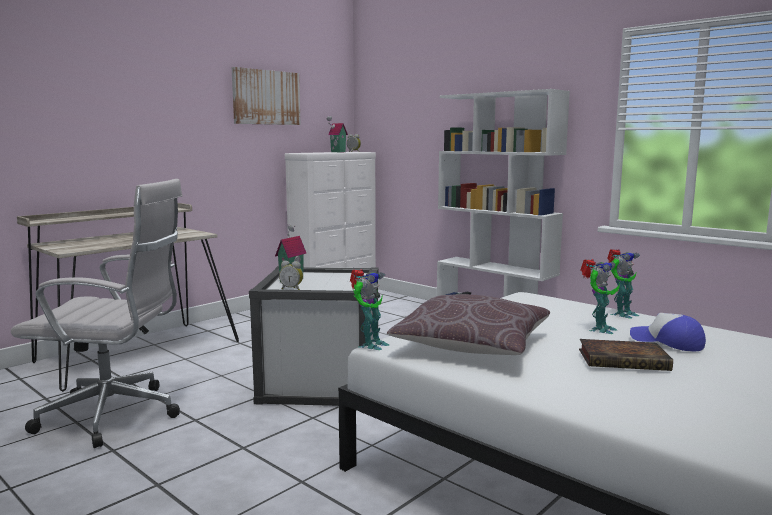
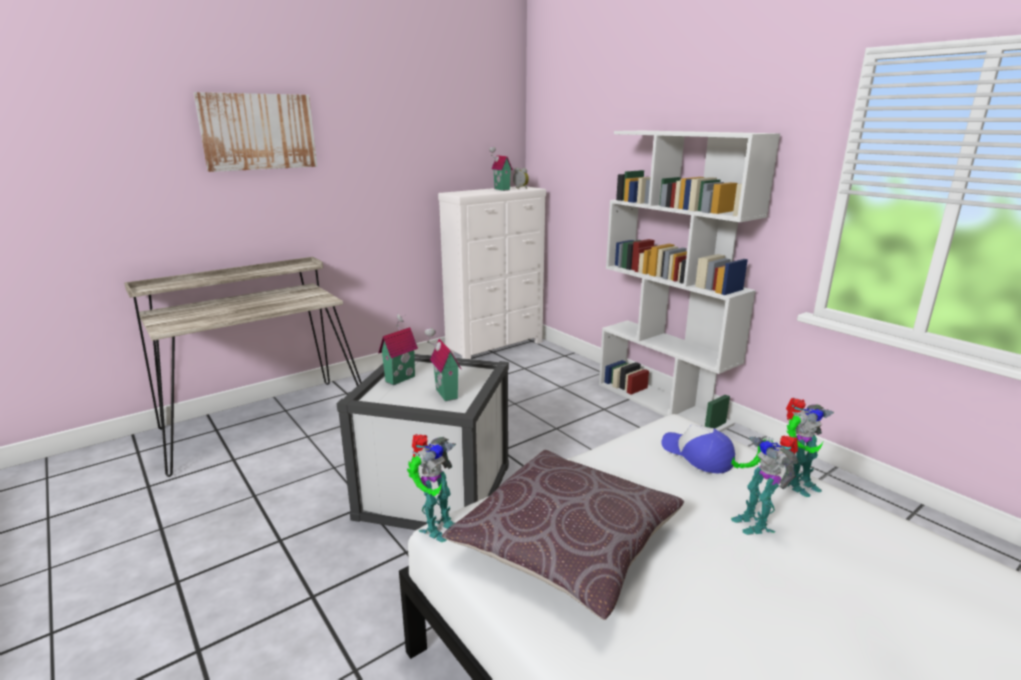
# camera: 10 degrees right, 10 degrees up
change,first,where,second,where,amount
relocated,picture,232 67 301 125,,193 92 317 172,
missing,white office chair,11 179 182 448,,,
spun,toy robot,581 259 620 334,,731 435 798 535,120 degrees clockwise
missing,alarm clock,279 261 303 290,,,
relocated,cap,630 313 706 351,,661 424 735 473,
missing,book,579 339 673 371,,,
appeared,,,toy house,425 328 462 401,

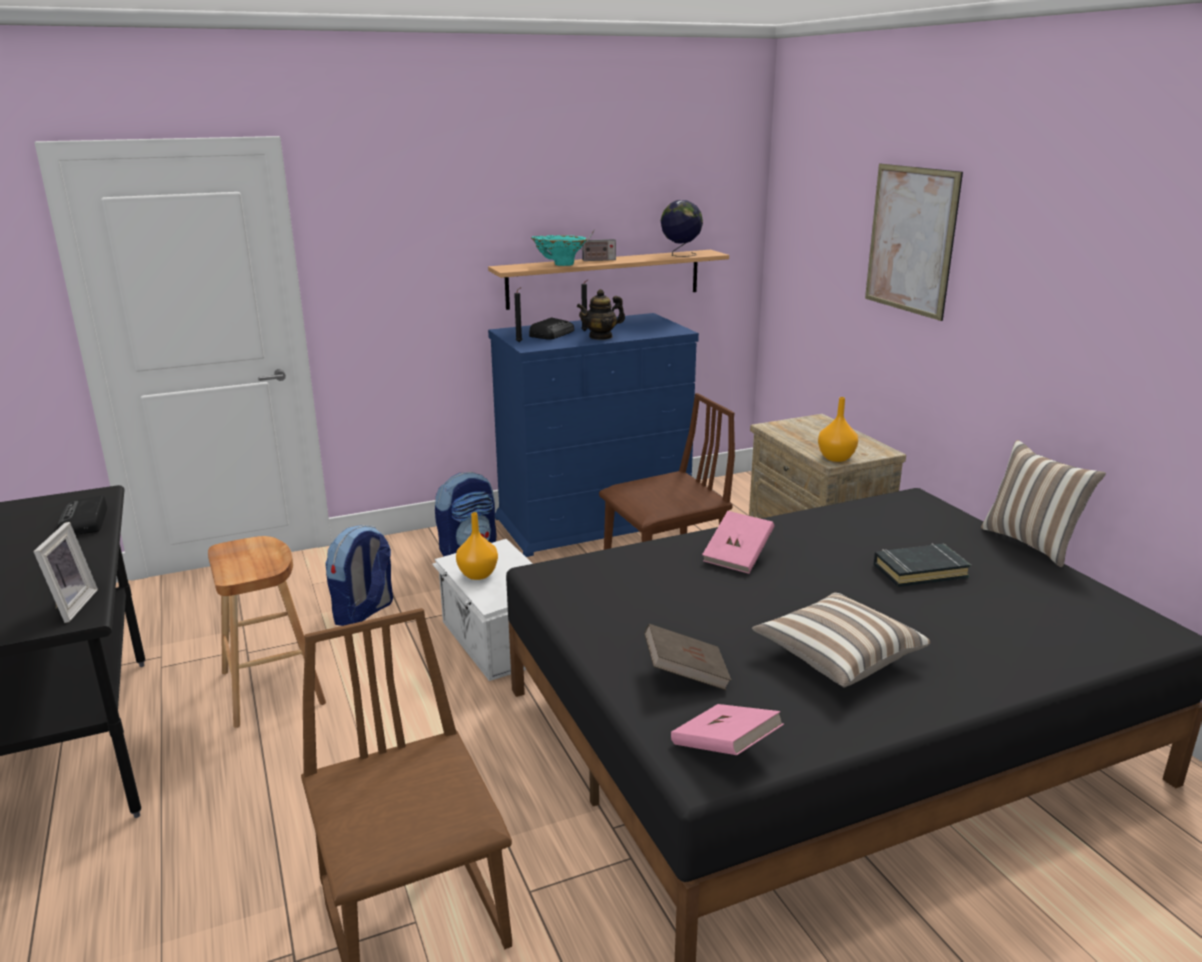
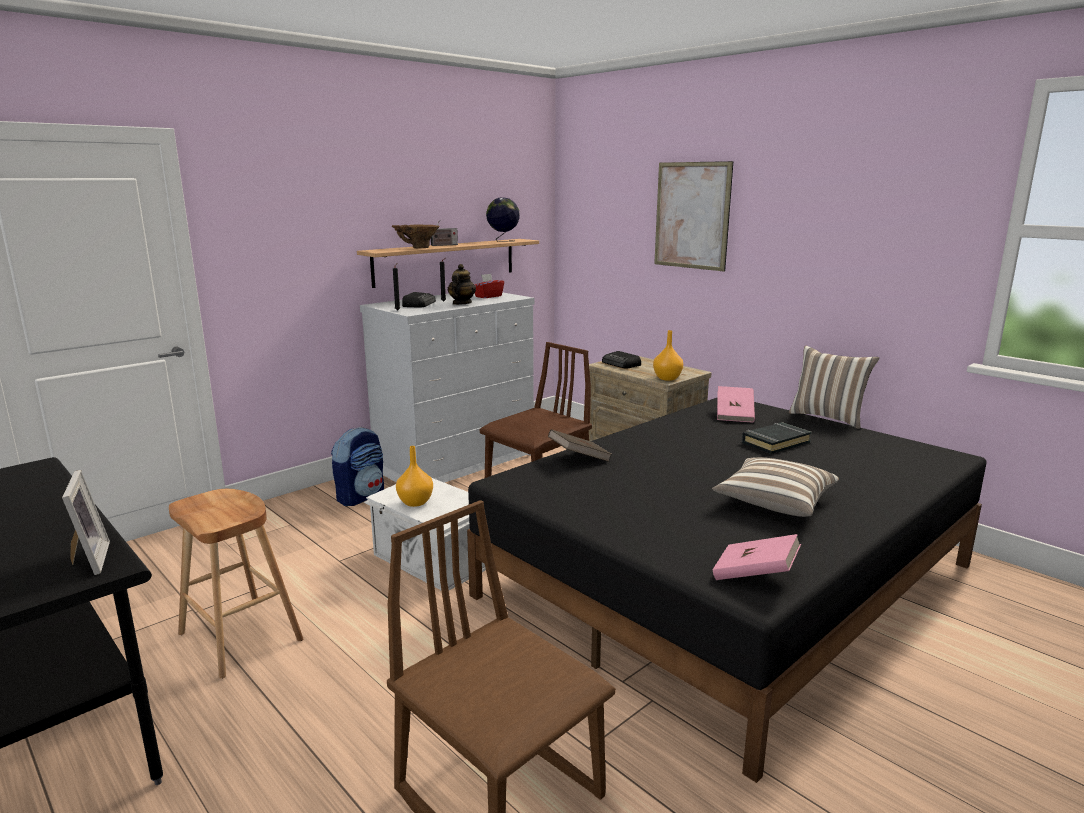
# camera: 20 degrees left, 5 degrees down
change,first,where,second,where,amount
colour,turquoise vase,531 235 587 266,brown vase,392 225 440 248,
spun,teapot,577 289 625 340,,447 264 476 305,150 degrees clockwise
colour,blue dresser,488 313 699 557,white dresser,360 292 535 483,
relocated,radio,57 495 107 535,,602 351 641 368,
relocated,pink book,702 511 775 574,,717 386 755 423,
missing,backpack,325 525 393 626,,,
relocated,brown book,644 624 731 690,,548 429 612 462,
appeared,,,red tissue box,475 274 504 298,

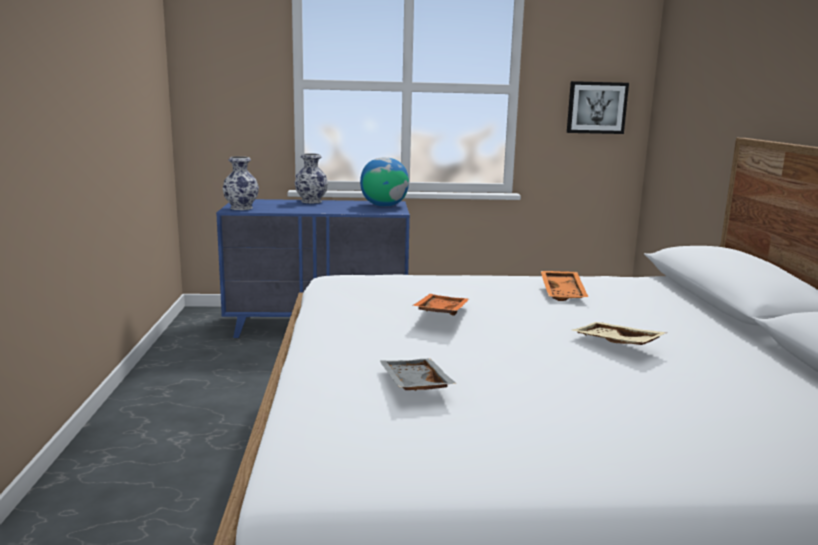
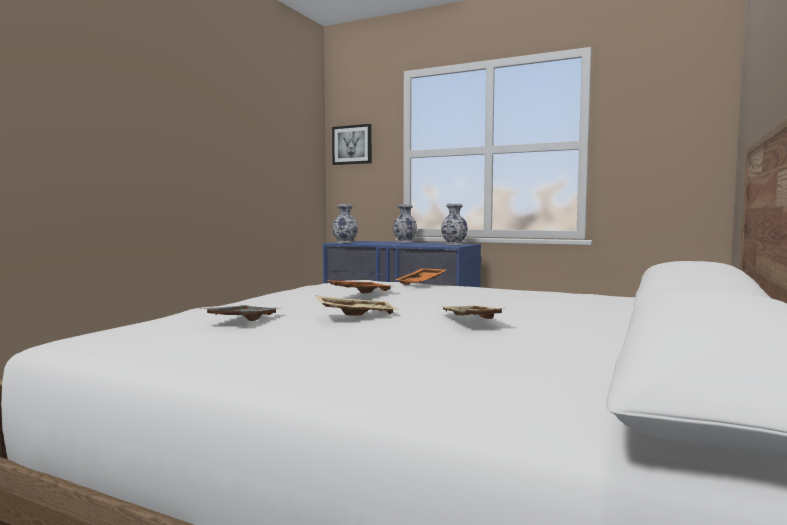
# camera: 30 degrees right, 10 degrees down
change,first,where,second,where,amount
relocated,picture,567 81 629 134,,332 124 372 165,
exchanged,globe,360 157 409 207,vase,441 204 468 245,
relocated,orange tray,541 271 588 301,,396 268 446 285,
appeared,,,beige tray,316 296 399 316,

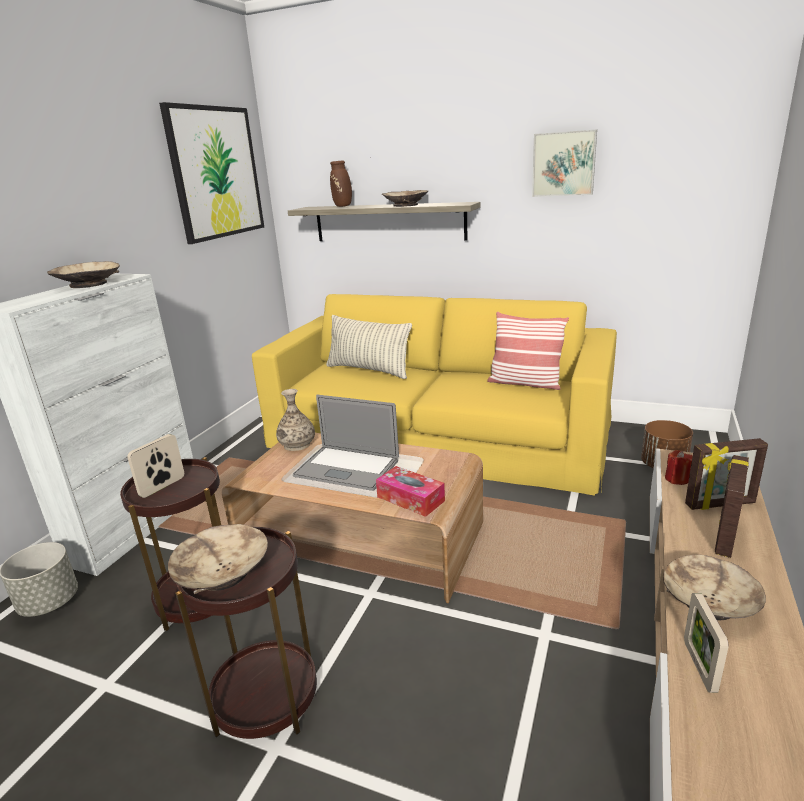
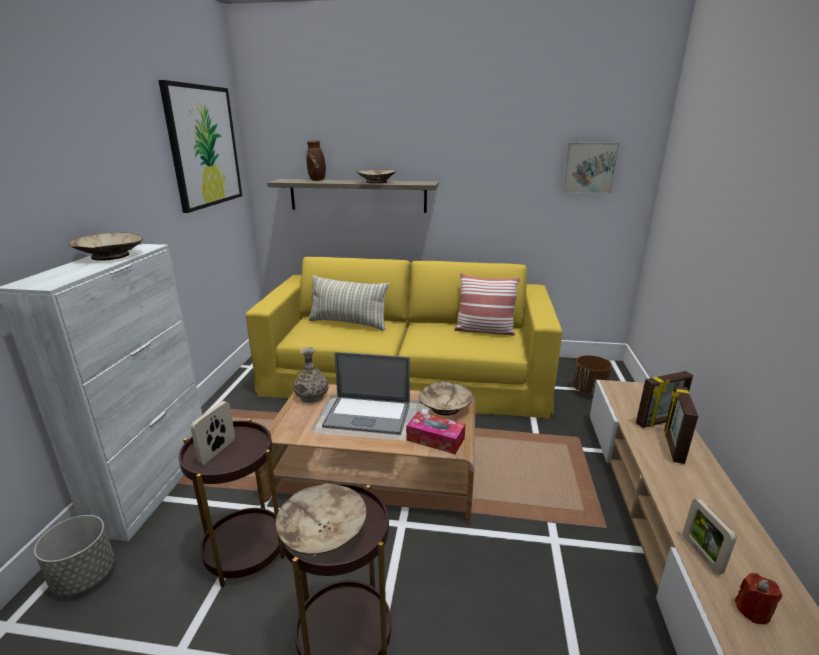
# camera: 15 degrees left, 0 degrees up
change,first,where,second,where,amount
relocated,picture,532 130 597 197,,562 143 620 194,
relocated,red candle,665 450 693 485,,735 573 782 624,
relocated,beige bowl,663 555 766 620,,419 381 473 416,

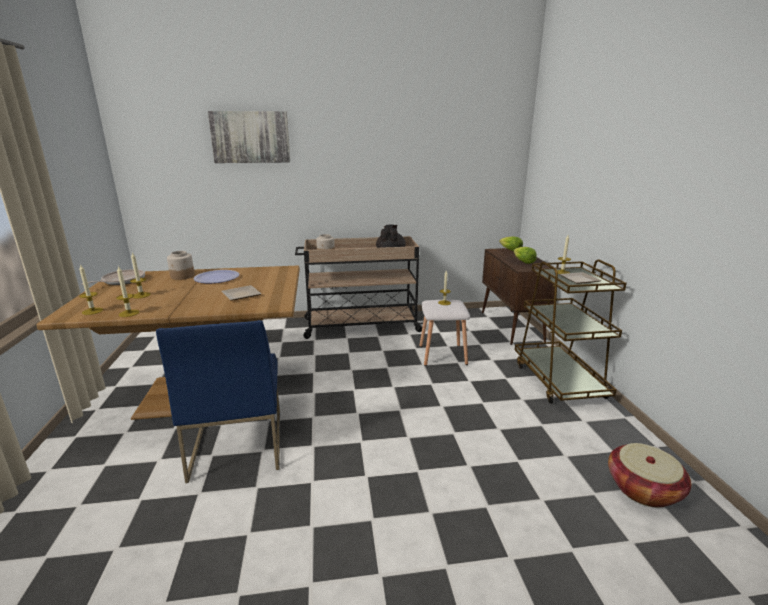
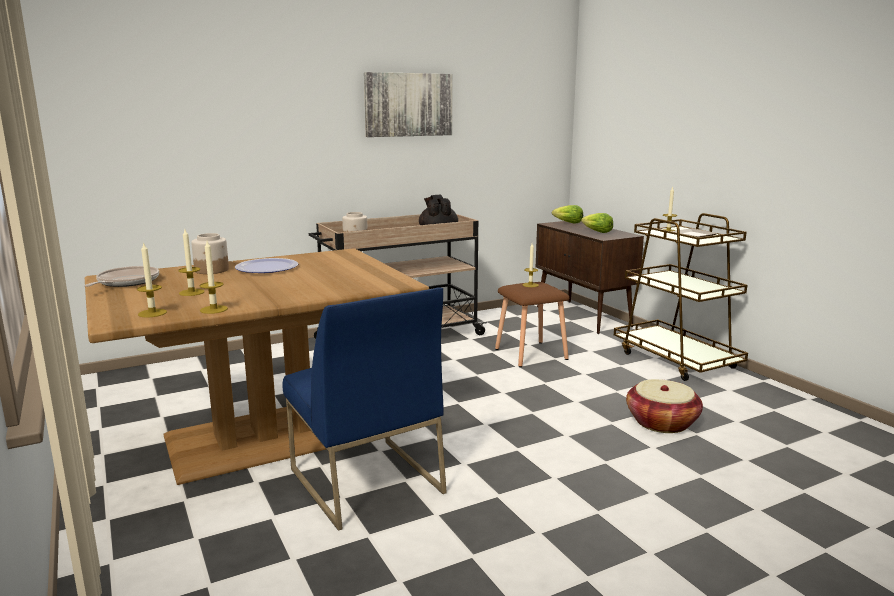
# camera: 20 degrees left, 5 degrees down
change,first,where,second,where,amount
relocated,picture,208 111 290 163,,364 72 452 137,
missing,plate,222 285 261 300,,,
colour,white stool,419 300 470 366,brown stool,495 282 569 367,
relocated,basket,608 443 691 507,,626 379 703 433,

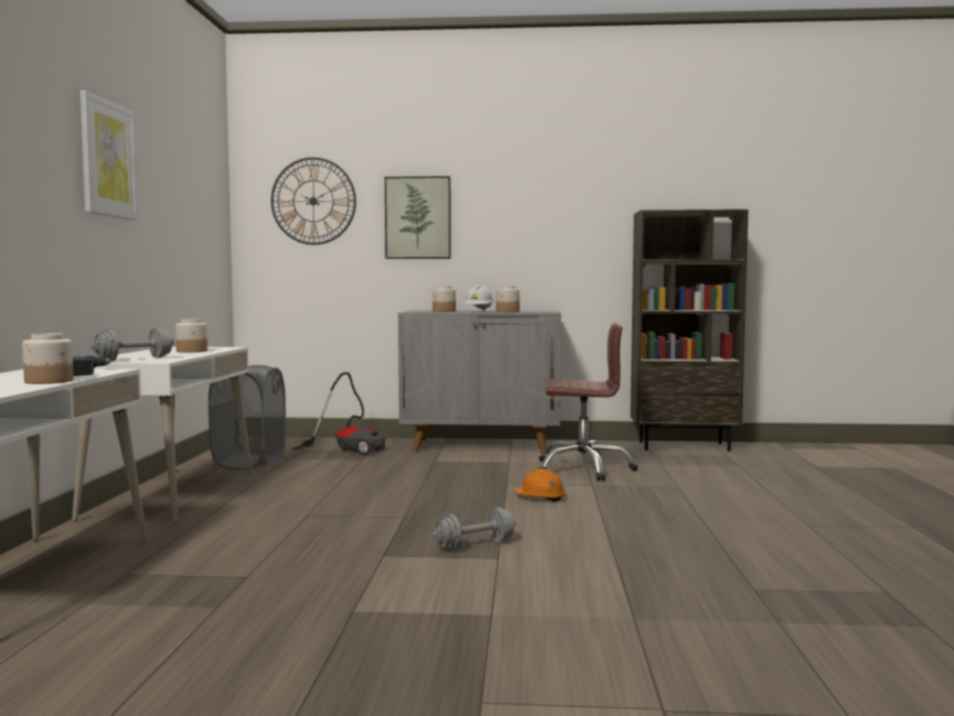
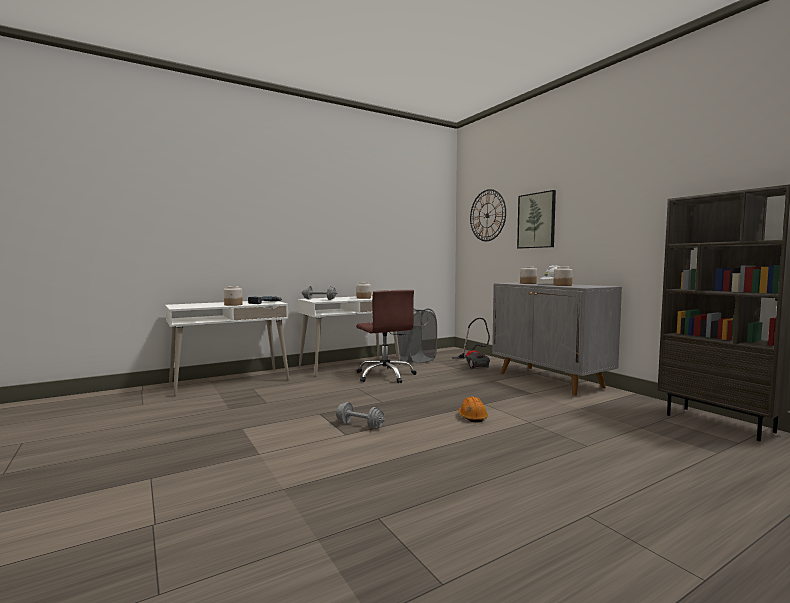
# camera: 55 degrees right, 0 degrees up
change,first,where,second,where,amount
missing,picture,80 90 138 220,,,
relocated,brown office chair,538 323 638 481,,356 290 417 383,

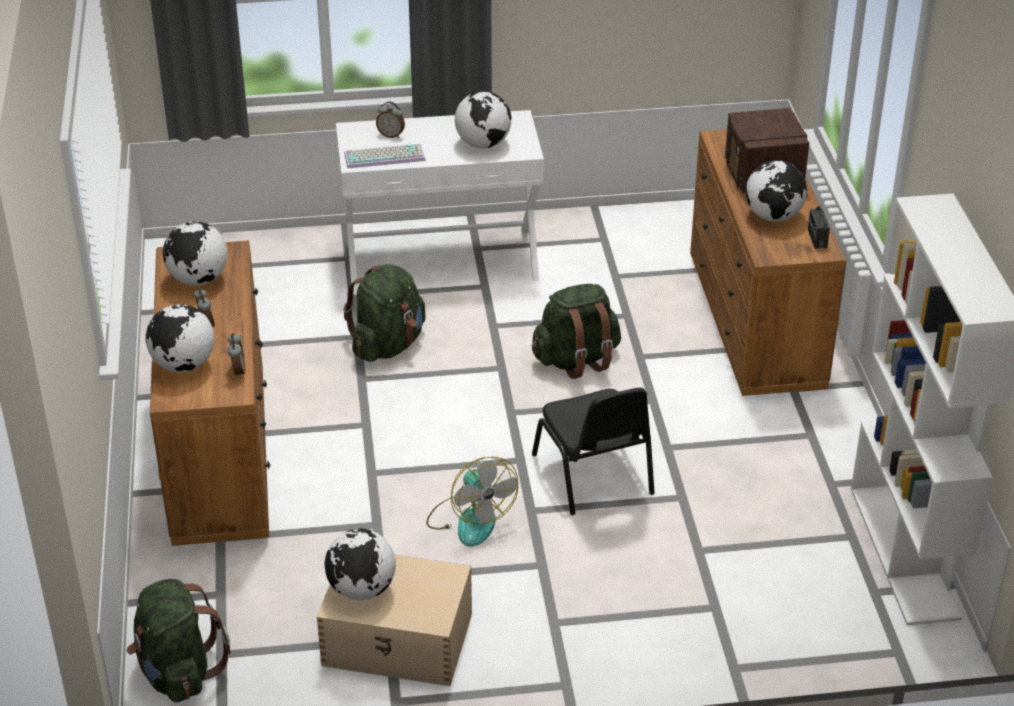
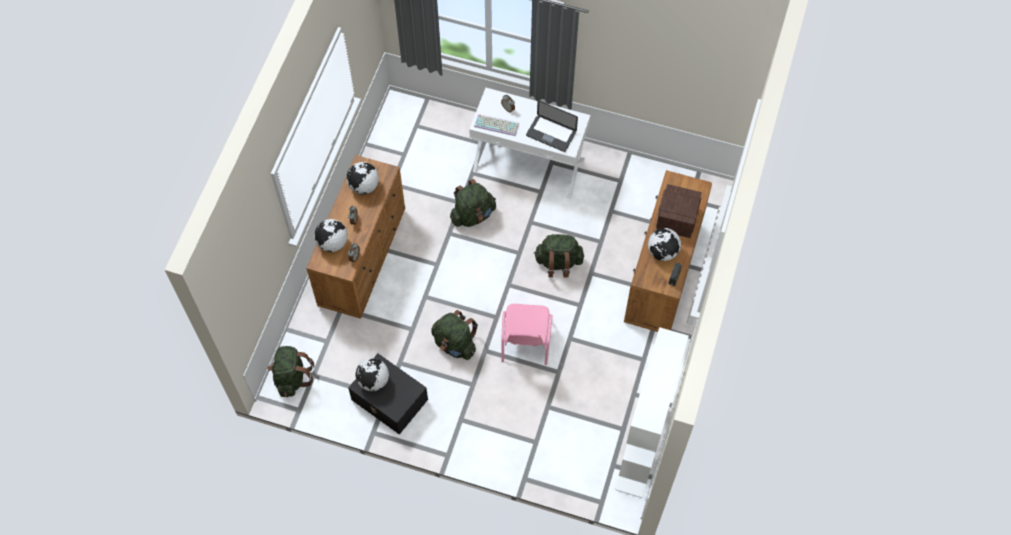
# camera: 25 degrees right, 25 degrees up
change,first,where,second,where,amount
exchanged,globe,455 91 511 148,laptop,526 100 578 152,
colour,black chair,532 388 655 515,pink chair,502 304 553 365,
exchanged,fan,426 457 518 547,green backpack,431 310 478 360,
colour,beige storage box,317 555 472 686,black storage box,348 354 428 435,

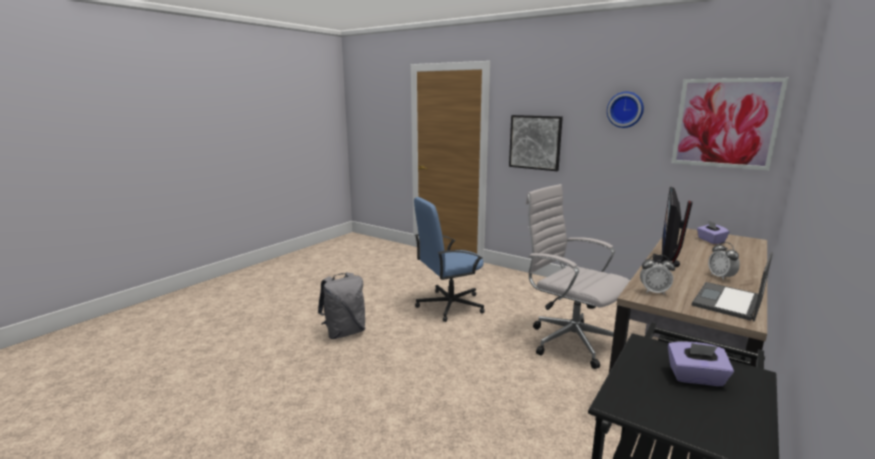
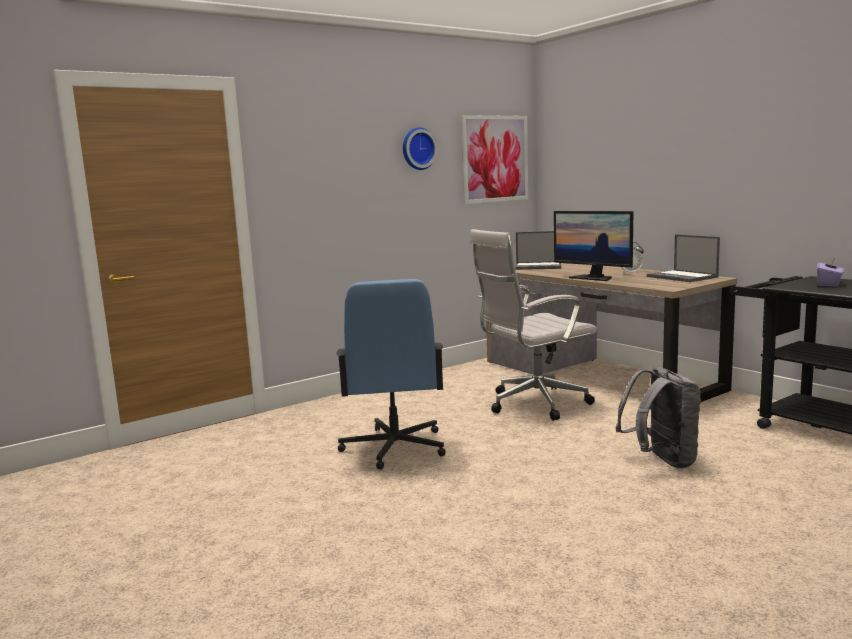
# camera: 70 degrees left, 5 degrees down
change,first,where,second,where,amount
missing,picture,509 115 563 171,,,
exchanged,purple tissue box,697 220 729 244,laptop,515 231 561 270,
missing,alarm clock,640 255 675 295,,,
relocated,grey backpack,318 272 366 339,,616 367 701 469,

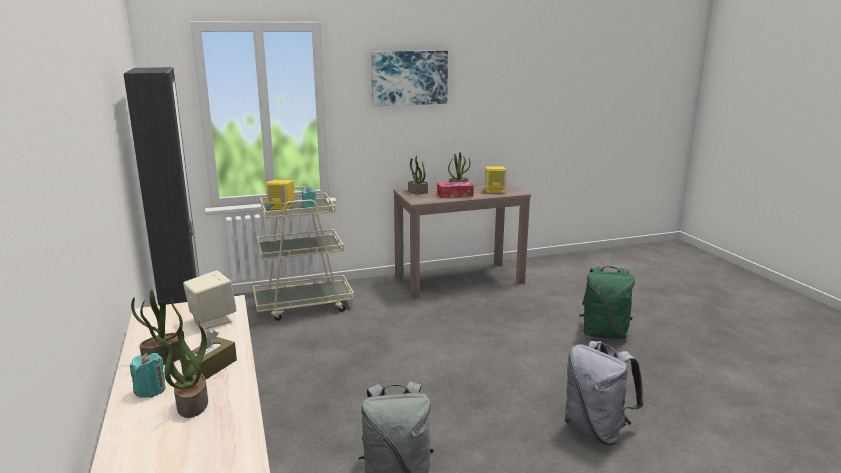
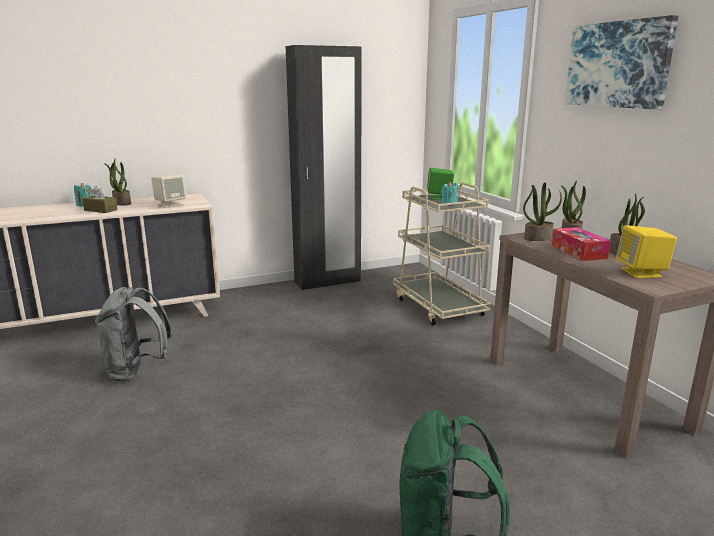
# camera: 85 degrees right, 0 degrees up
change,first,where,second,where,amount
colour,yellow speaker,266 180 295 210,green speaker,427 168 454 200,
relocated,potted plant,156 325 208 418,,523 182 562 241,
missing,grey backpack,565 341 643 445,,,

